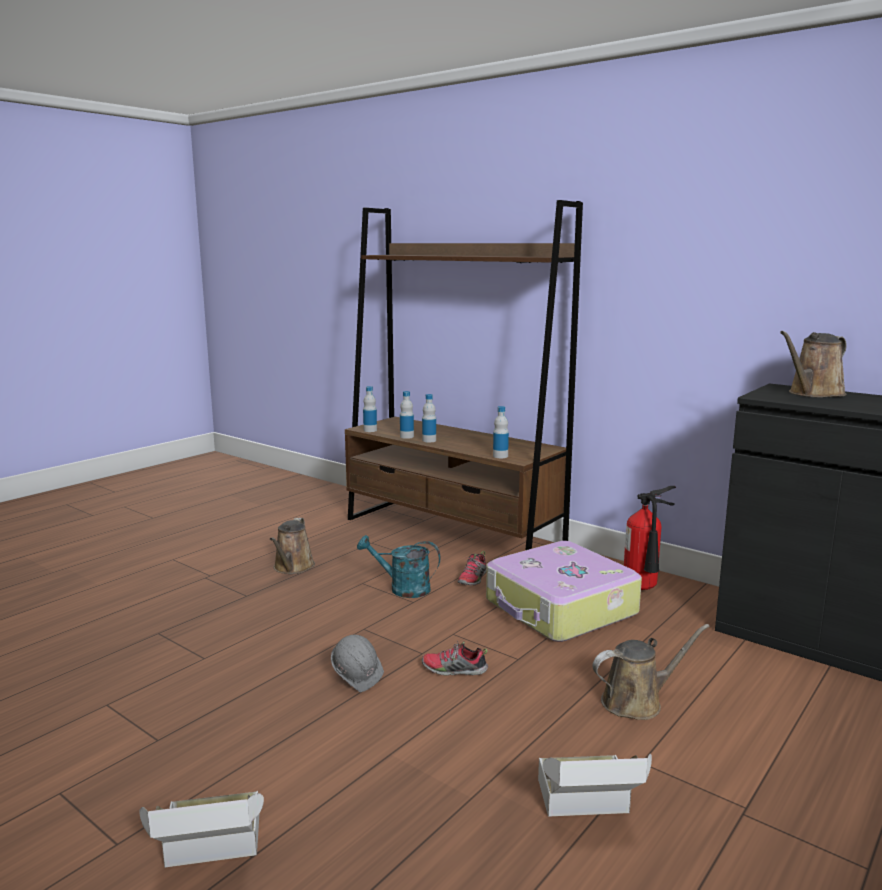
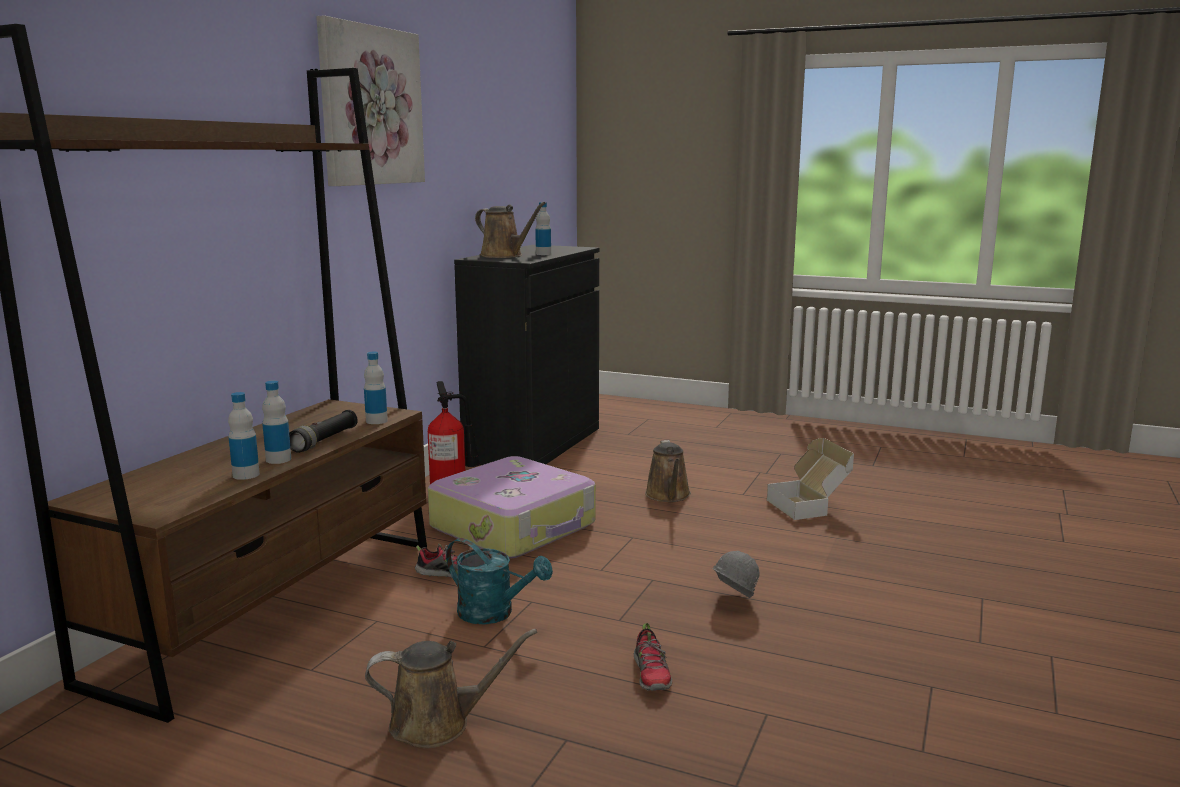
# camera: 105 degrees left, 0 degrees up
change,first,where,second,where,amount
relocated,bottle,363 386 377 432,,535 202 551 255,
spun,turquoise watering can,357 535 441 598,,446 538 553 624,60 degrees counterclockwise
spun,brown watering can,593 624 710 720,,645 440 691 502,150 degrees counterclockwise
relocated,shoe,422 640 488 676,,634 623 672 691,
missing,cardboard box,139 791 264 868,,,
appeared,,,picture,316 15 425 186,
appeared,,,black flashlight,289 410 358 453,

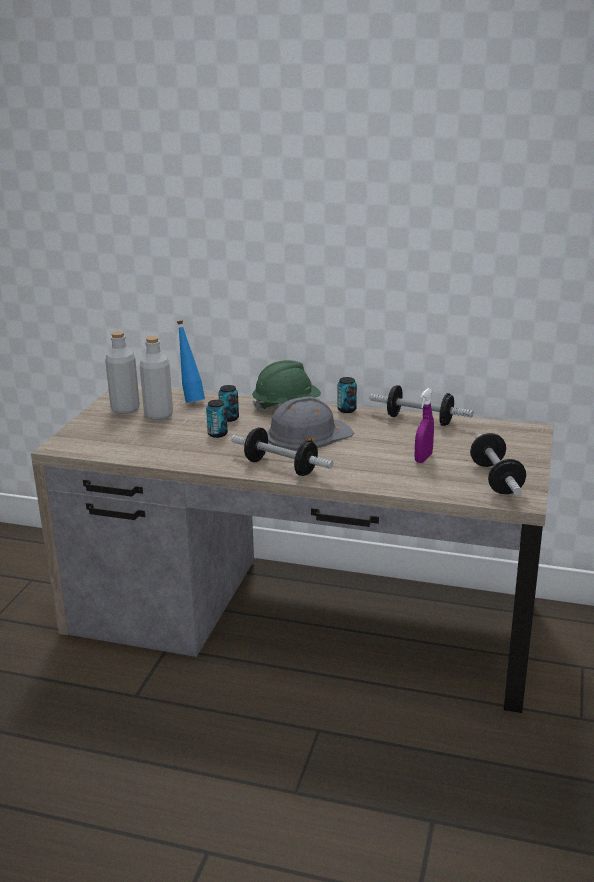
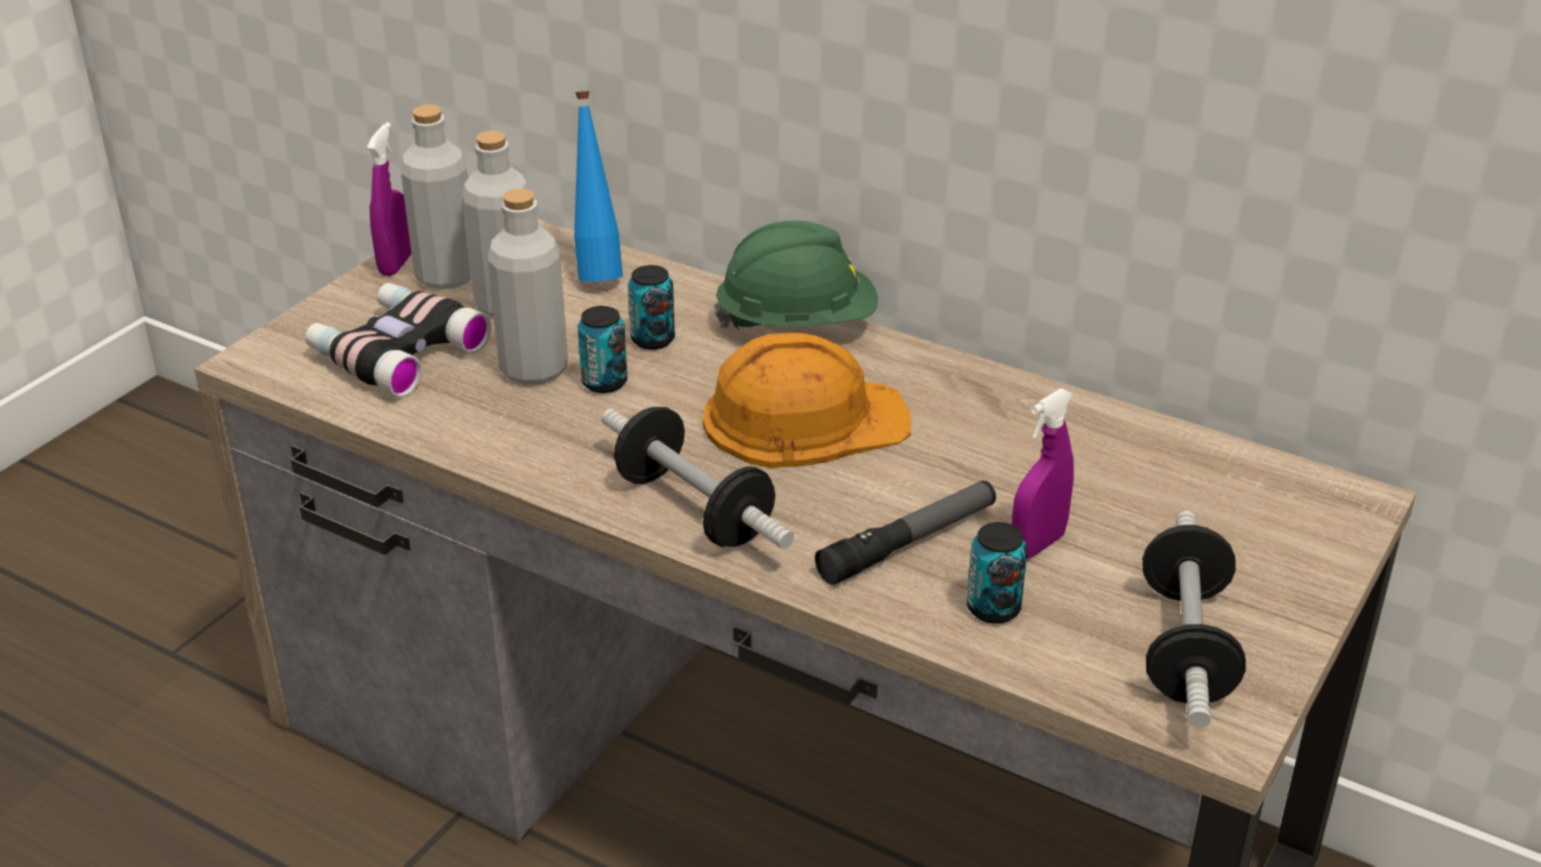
# camera: 15 degrees right, 10 degrees up
change,first,where,second,where,amount
relocated,can,337 377 357 413,,967 522 1027 624,
missing,dumbbell,370 385 473 426,,,
colour,grey hard hat,267 396 354 451,orange hard hat,703 333 911 468,
appeared,,,purple spray bottle,367 122 411 276,
appeared,,,grey bottle,488 188 568 385,
appeared,,,binoculars,305 283 492 398,
appeared,,,flashlight,815 481 996 585,

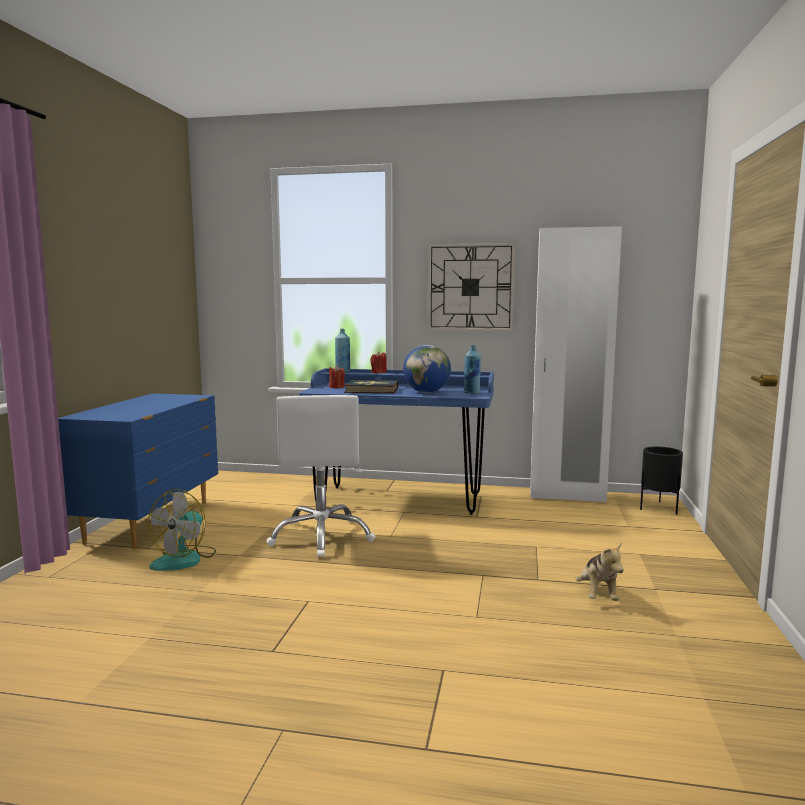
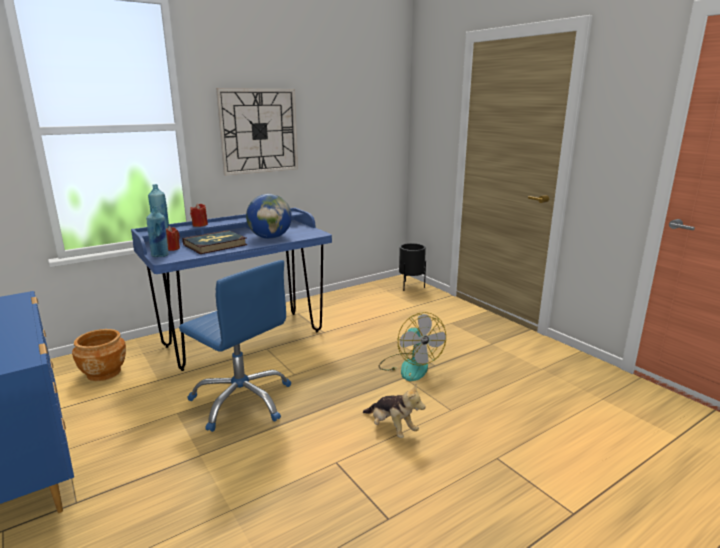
# camera: 45 degrees left, 10 degrees up
change,first,where,second,where,amount
missing,white wardrobe,530 226 622 502,,,
relocated,blue bottle,464 345 481 394,,146 206 169 257,
colour,white office chair,267 395 375 558,blue office chair,179 260 291 432,
relocated,fan,148 489 216 571,,379 312 446 381,
relocated,plush toy,576 542 624 601,,363 384 426 438,
appeared,,,brown planter,72 329 126 381,

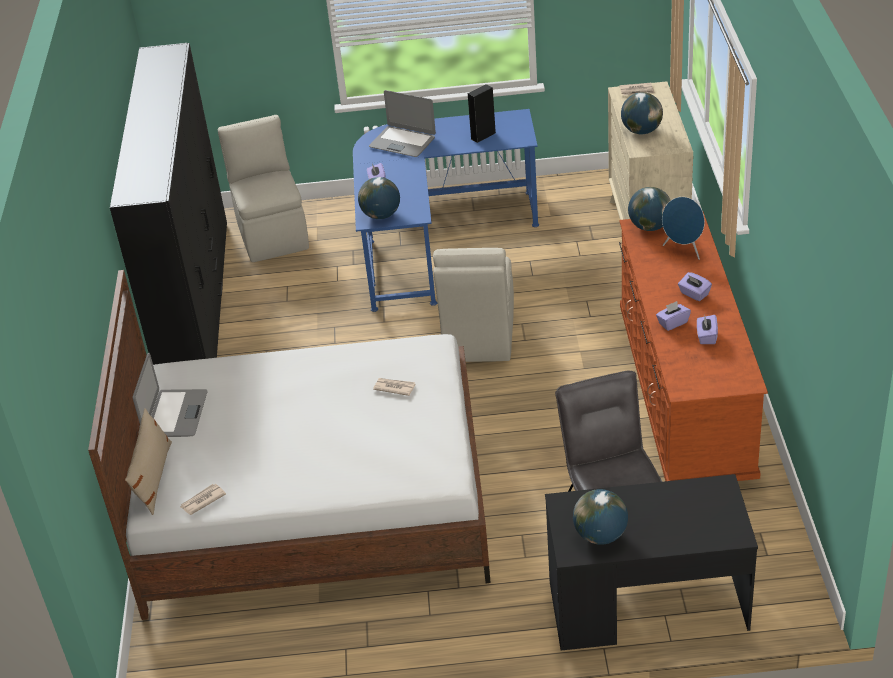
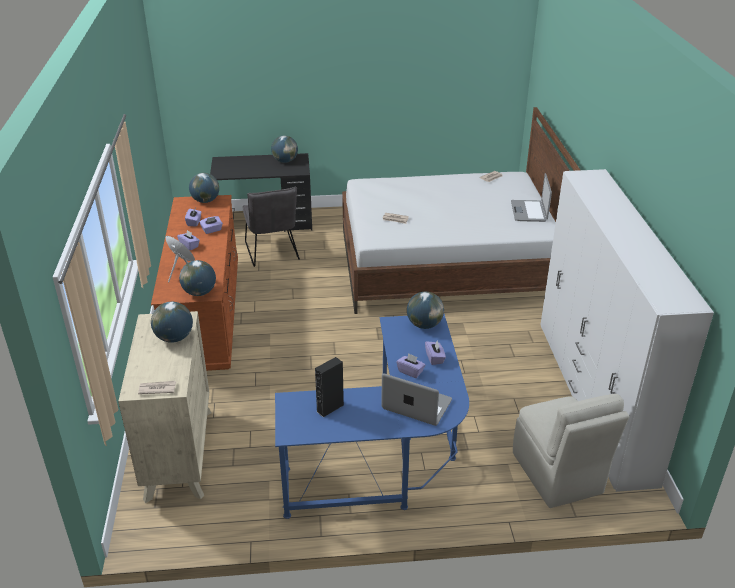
# camera: 175 degrees right, 5 degrees down
change,first,where,second,where,amount
colour,black wardrobe,110 43 227 365,white wardrobe,540 169 714 492,
missing,beige chair,433 248 514 362,,,
missing,beige pillow,125 408 172 515,,,
appeared,,,globe,189 173 219 203,
appeared,,,purple tissue box,396 353 425 378,

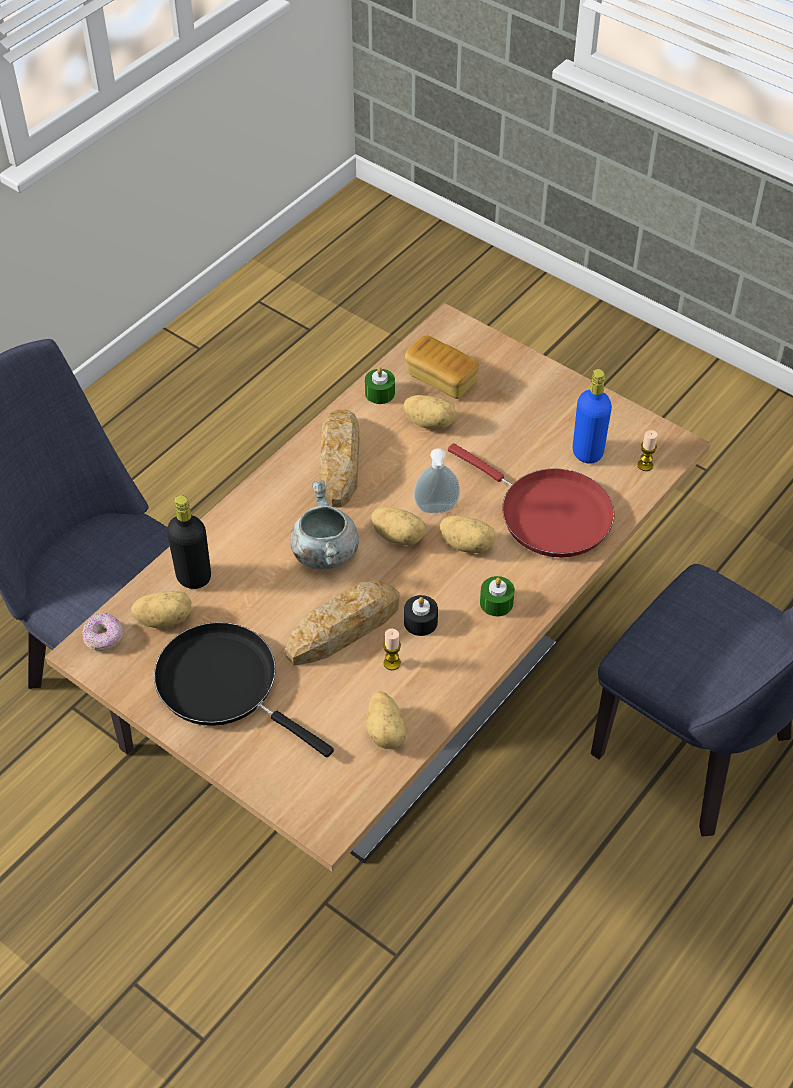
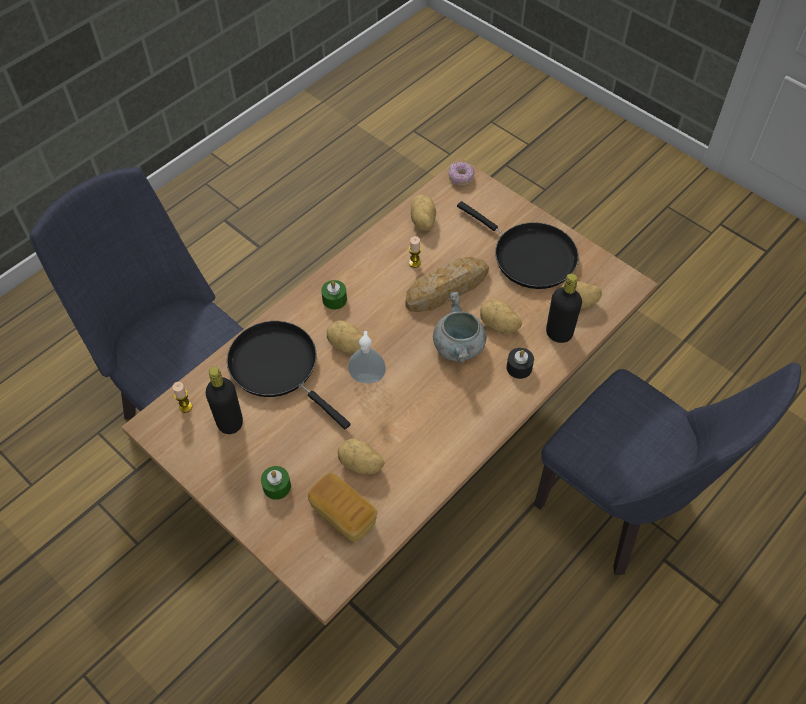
# camera: 175 degrees left, 5 degrees up
change,first,where,second,where,amount
relocated,green candle,365 367 395 404,,261 466 291 500,
colour,blue bottle,573 369 612 464,black bottle,206 366 243 434,
missing,bread,319 409 359 507,,,
colour,red frying pan,448 443 614 557,black frying pan,227 321 351 429,
relocated,potato,371 507 426 545,,480 299 522 333,
relocated,black candle,404 595 438 636,,507 348 534 379,
relocated,donut,83 613 123 651,,448 162 474 185,

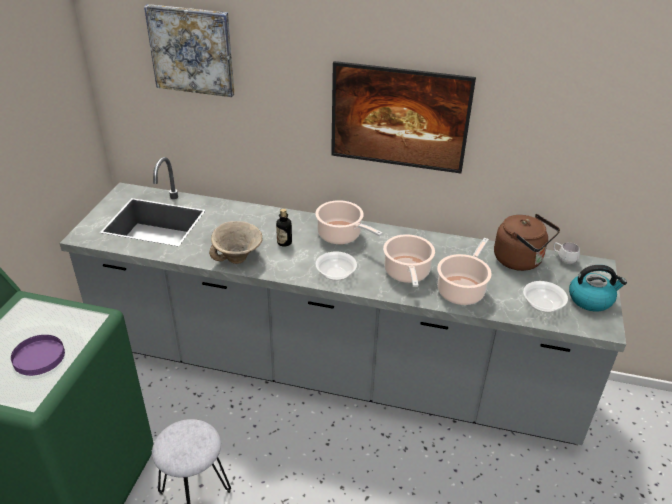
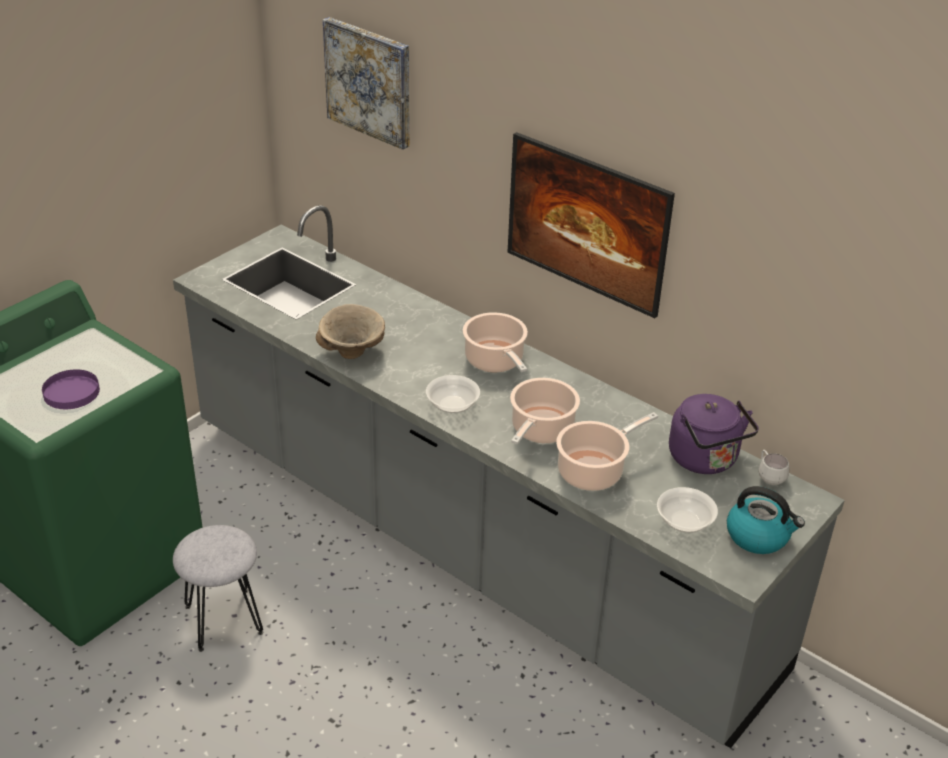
# camera: 25 degrees right, 0 degrees up
change,first,where,second,where,amount
missing,bottle,276 208 292 247,,,
colour,brown kettle,494 214 560 271,purple kettle,669 394 759 474,

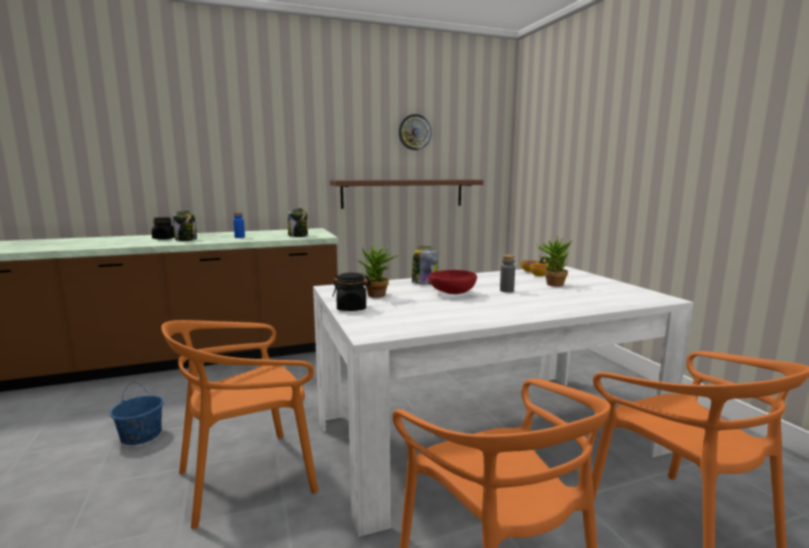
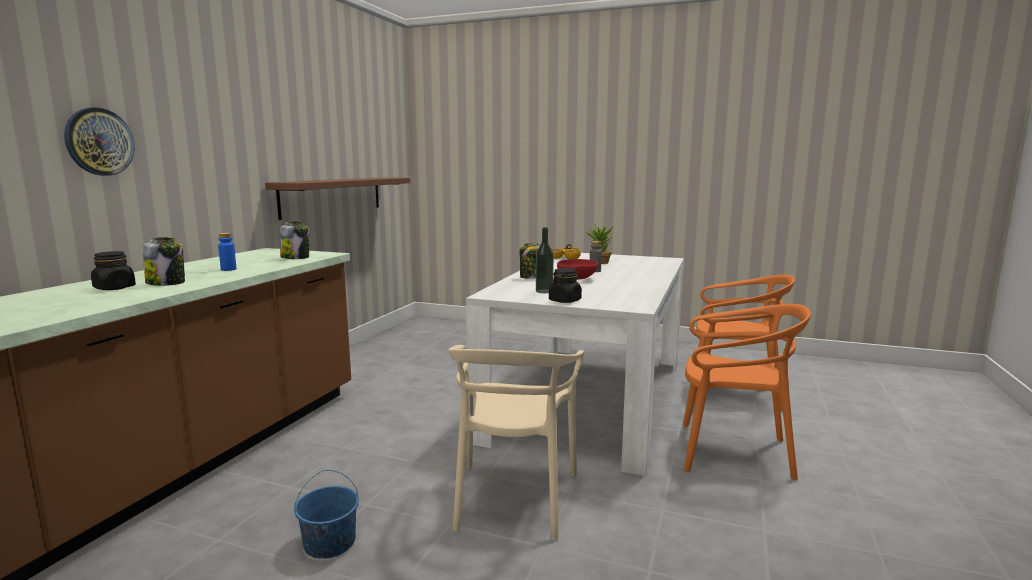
# camera: 50 degrees left, 0 degrees up
change,first,where,second,where,amount
relocated,wall clock,399 114 432 150,,64 107 135 176,
exchanged,potted plant,358 243 397 298,bottle,536 227 554 293,
colour,orange chair,161 320 319 529,beige chair,448 345 584 541,

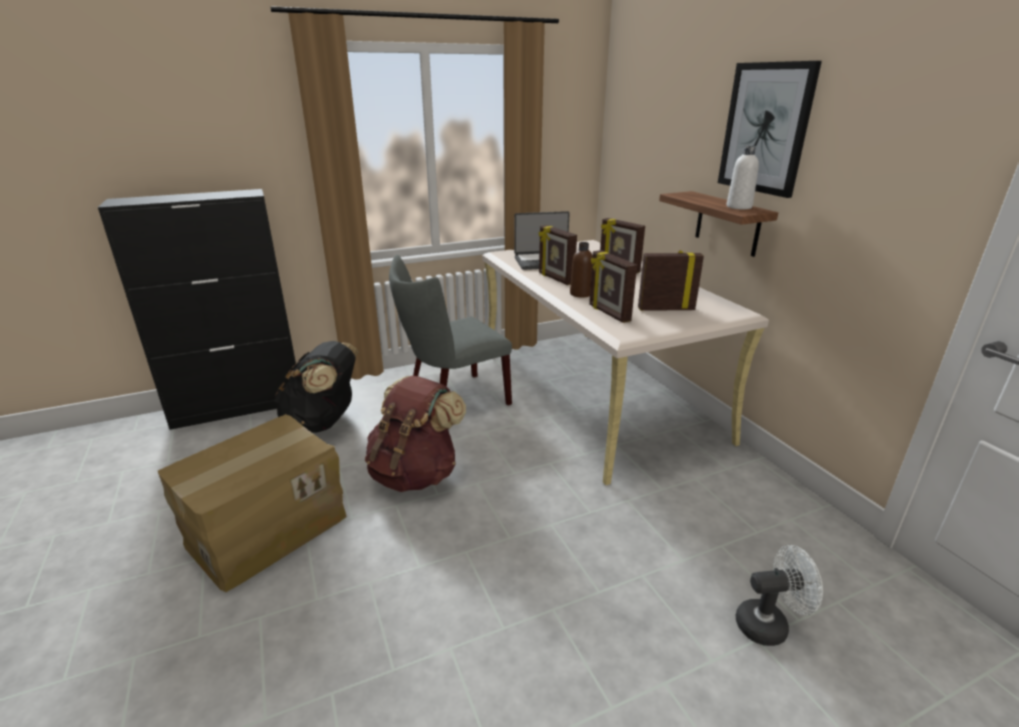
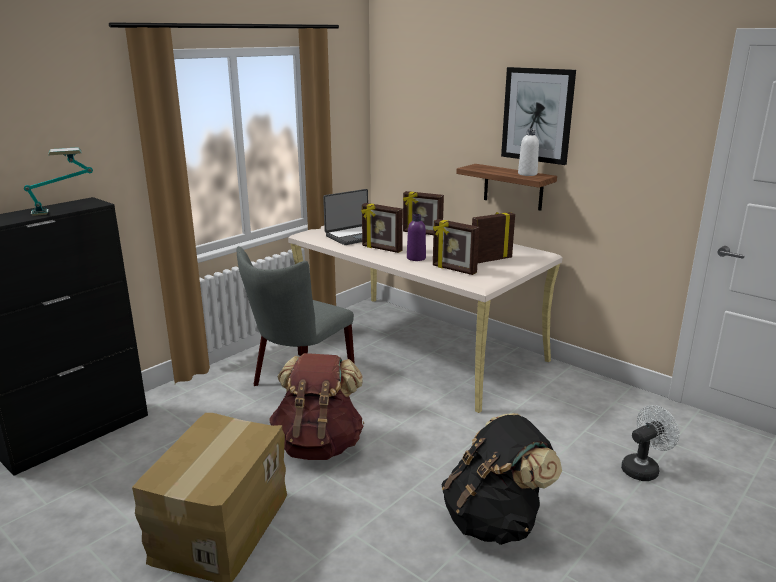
# camera: 25 degrees left, 5 degrees down
change,first,where,second,where,amount
colour,brown bottle,570 242 593 298,purple bottle,407 214 426 261,
relocated,black backpack,273 341 359 433,,442 413 562 545,
appeared,,,table lamp,24 147 93 216,

